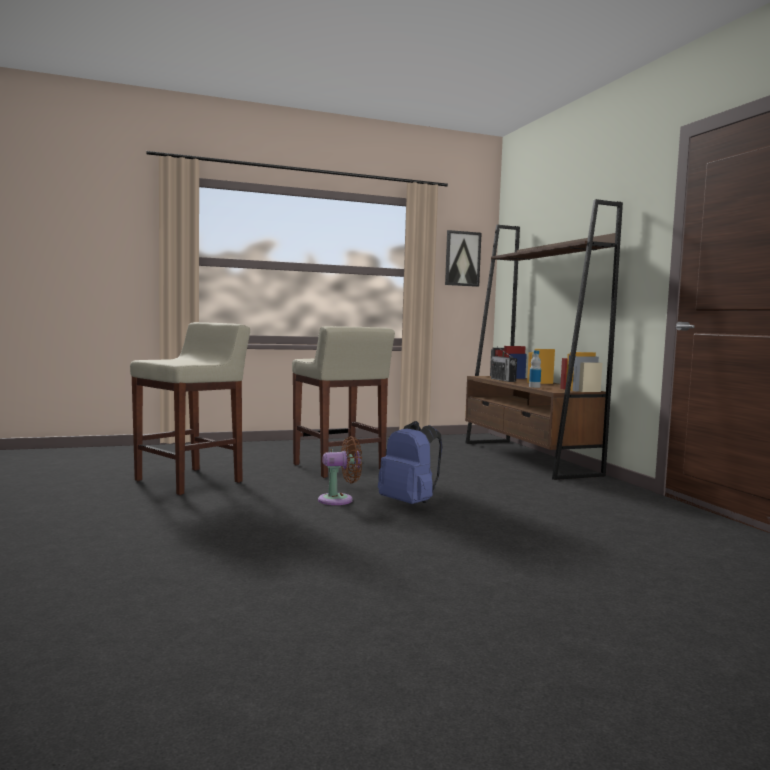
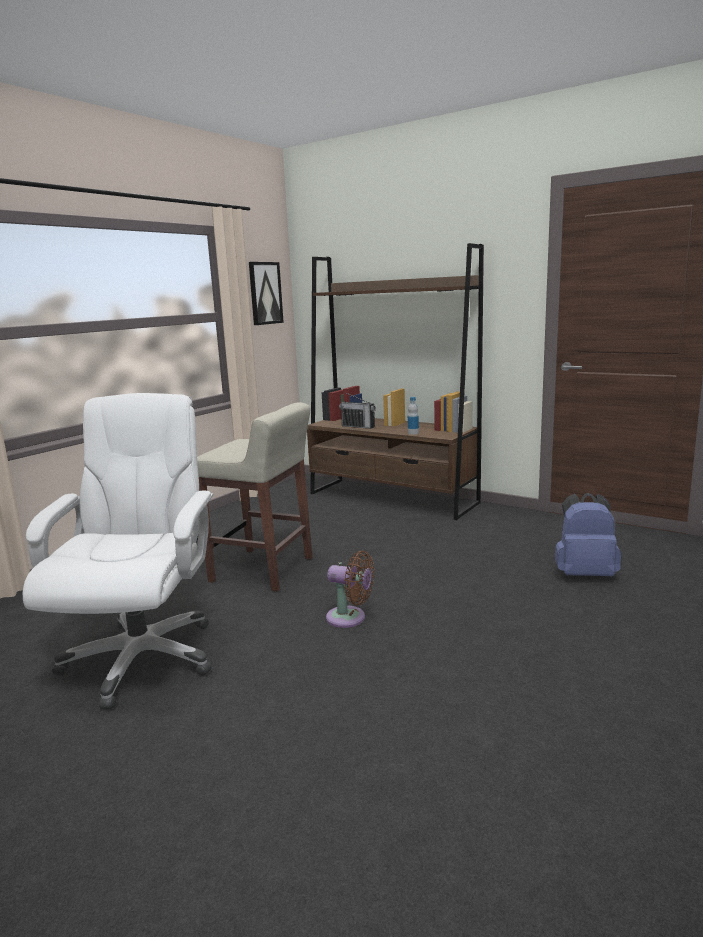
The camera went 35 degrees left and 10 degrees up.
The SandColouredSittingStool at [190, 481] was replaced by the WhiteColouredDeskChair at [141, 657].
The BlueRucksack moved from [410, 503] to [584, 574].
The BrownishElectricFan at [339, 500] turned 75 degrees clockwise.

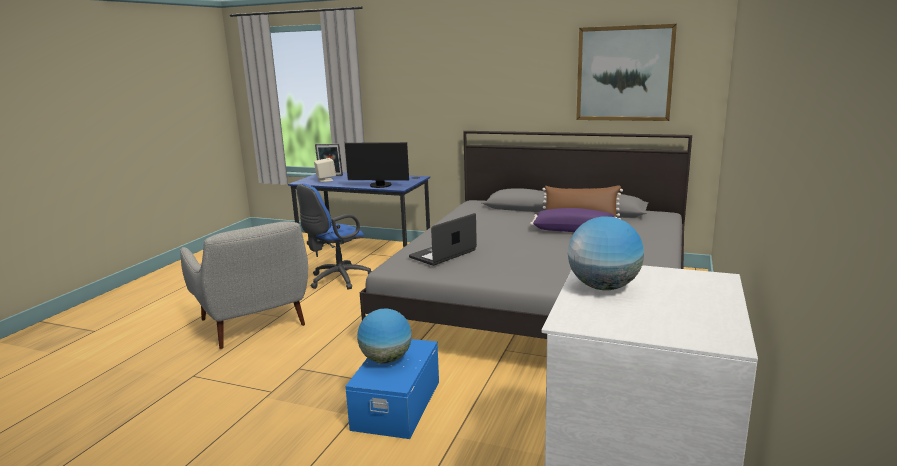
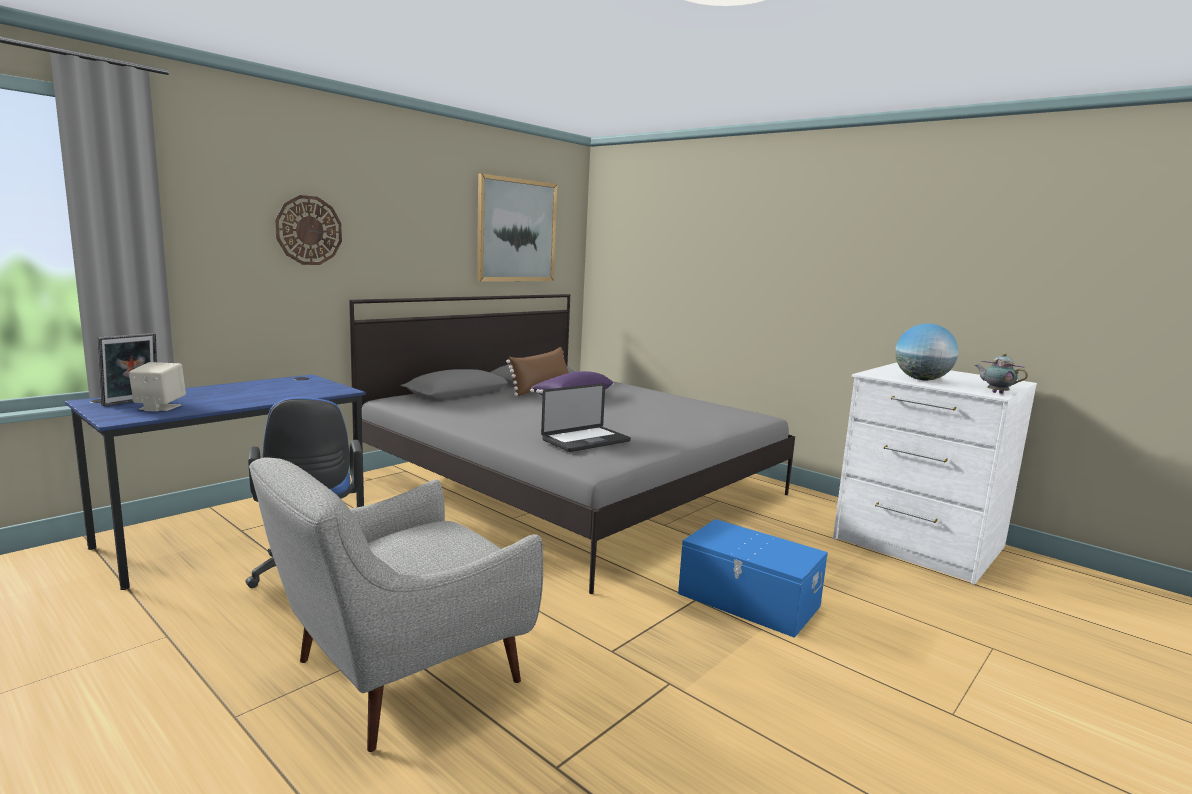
The camera went 70 degrees left and 5 degrees down.
The ComputerScreen at [380, 186] disappeared.
The NotebookComputer at [443, 254] turned 105 degrees counterclockwise.
The GreyishLoungeChair at [254, 324] turned 150 degrees clockwise.
The WorldGlobe at [386, 359] disappeared.
The WallClock at [309, 230] appeared.
The Teapot at [995, 392] appeared.

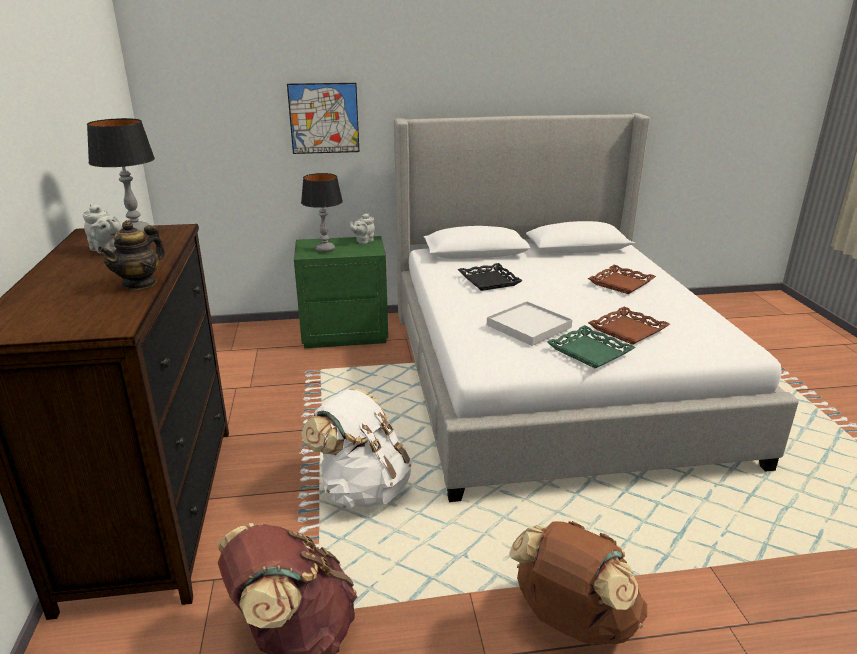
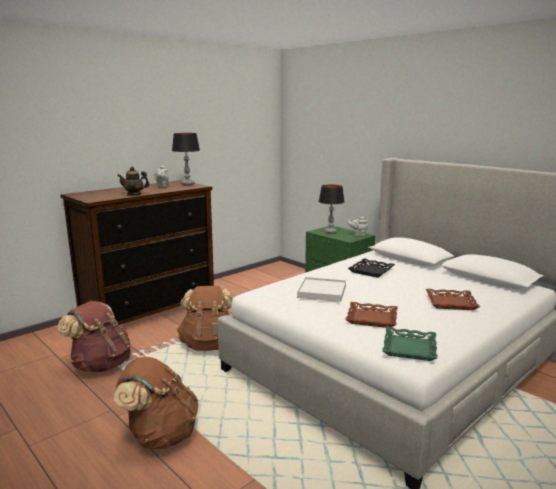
The camera went 55 degrees right and 10 degrees down.
The WallArt at [324, 118] disappeared.
The GreenColouredServingTray moved from [589, 352] to [409, 348].
The WhiteColouredRucksack at [363, 488] became the BrownishRucksack at [208, 345].

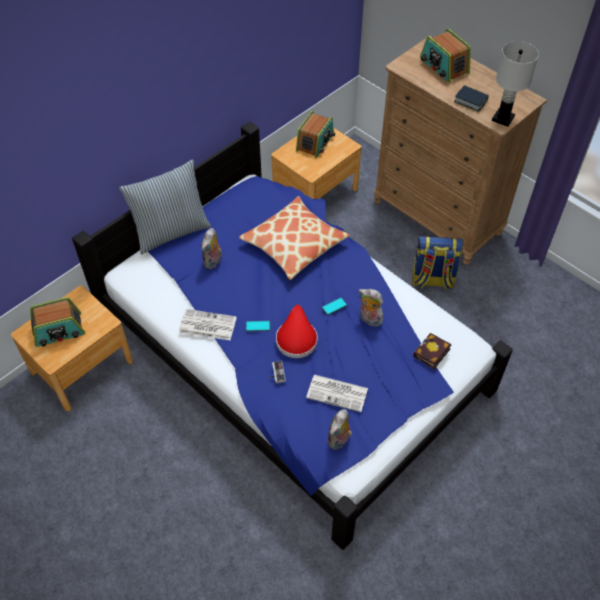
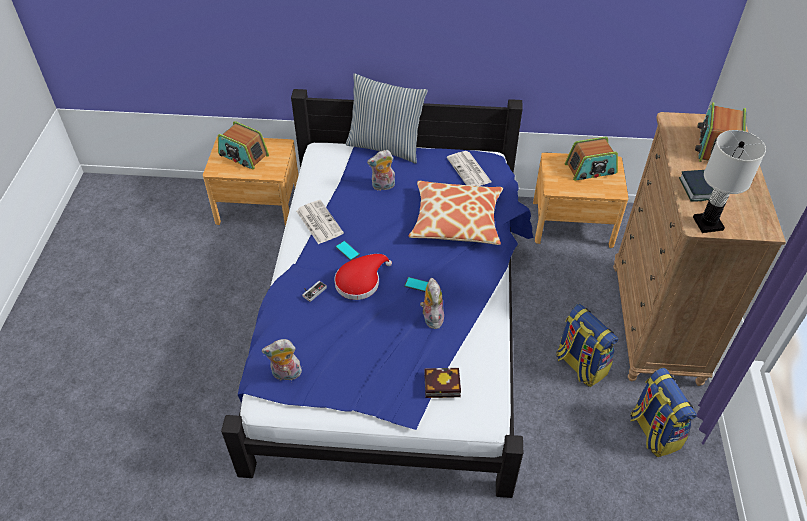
The camera went 50 degrees right and 5 degrees down.
The Newspaper moved from [338, 393] to [469, 170].
The Rucksack at [653, 431] appeared.

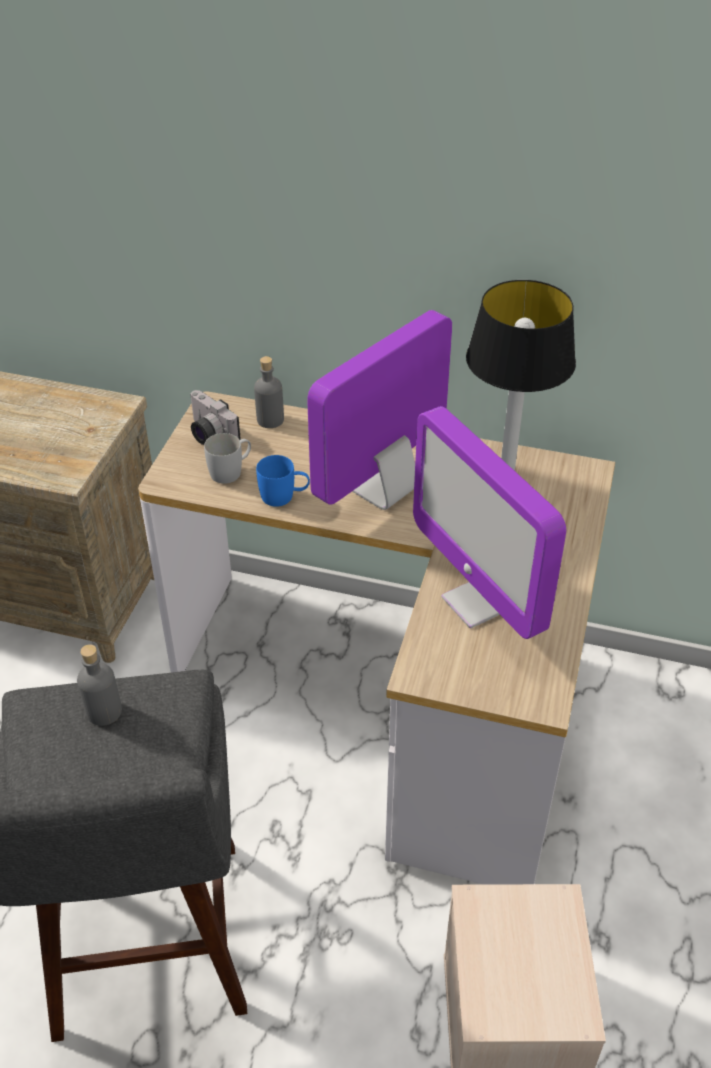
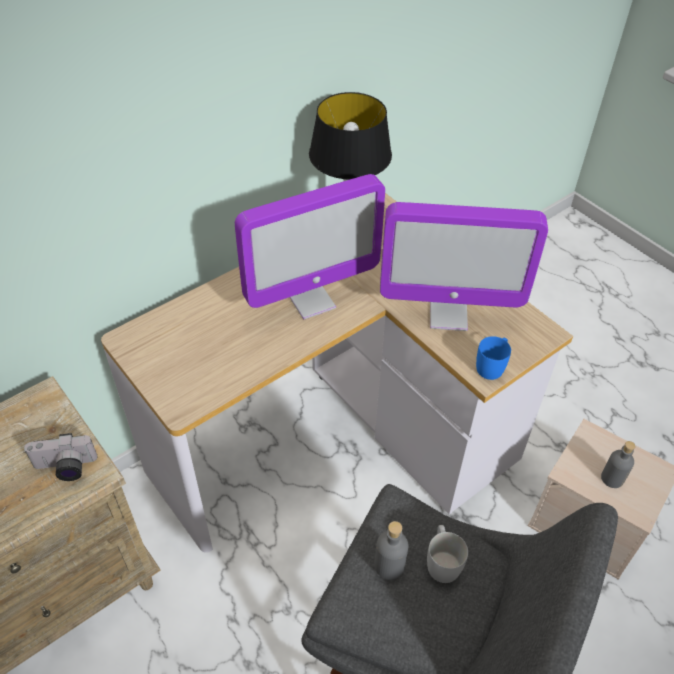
The camera went 55 degrees left and 5 degrees up.
The ComputerScreen at [383, 491] turned 105 degrees counterclockwise.
The GreyishBottle moved from [270, 420] to [612, 478].
The PhotoCamera moved from [208, 434] to [65, 468].
The WhiteColouredTeaMug moved from [231, 471] to [442, 561].
The BlueTeaMug moved from [284, 496] to [492, 366].

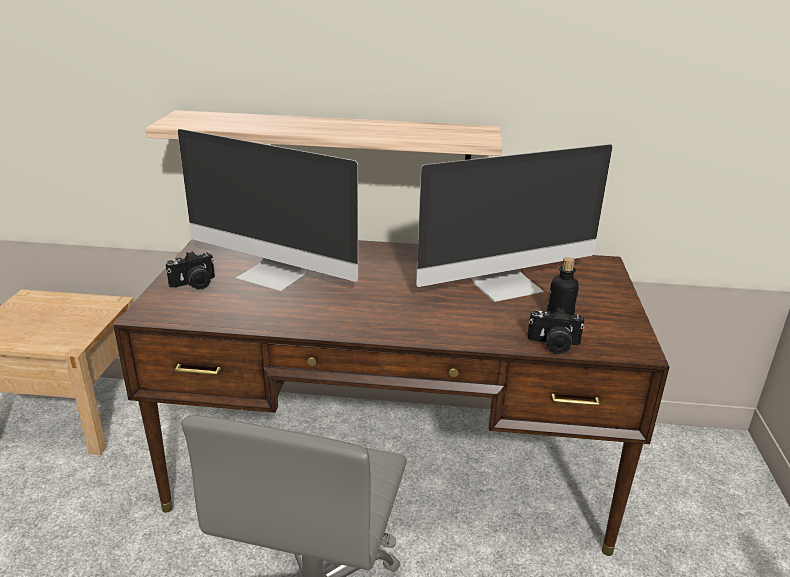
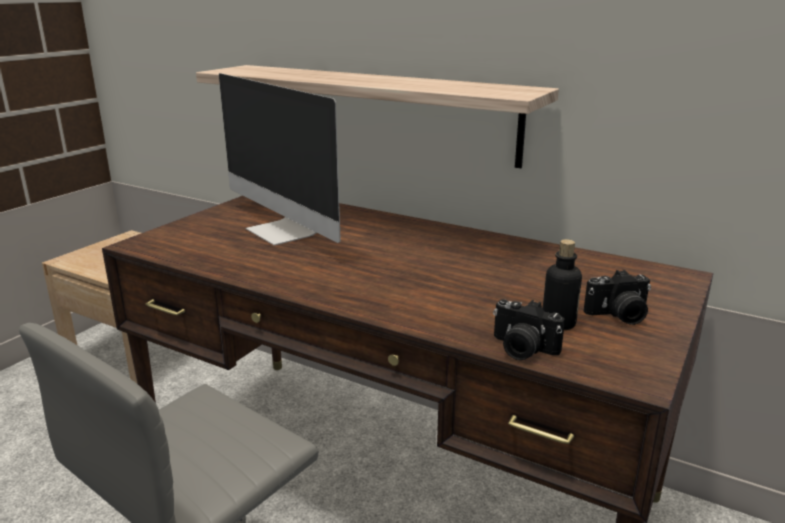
The camera went 25 degrees right and 5 degrees down.
The ComputerScreen at [507, 285] disappeared.
The PhotoCamera moved from [194, 284] to [619, 316].

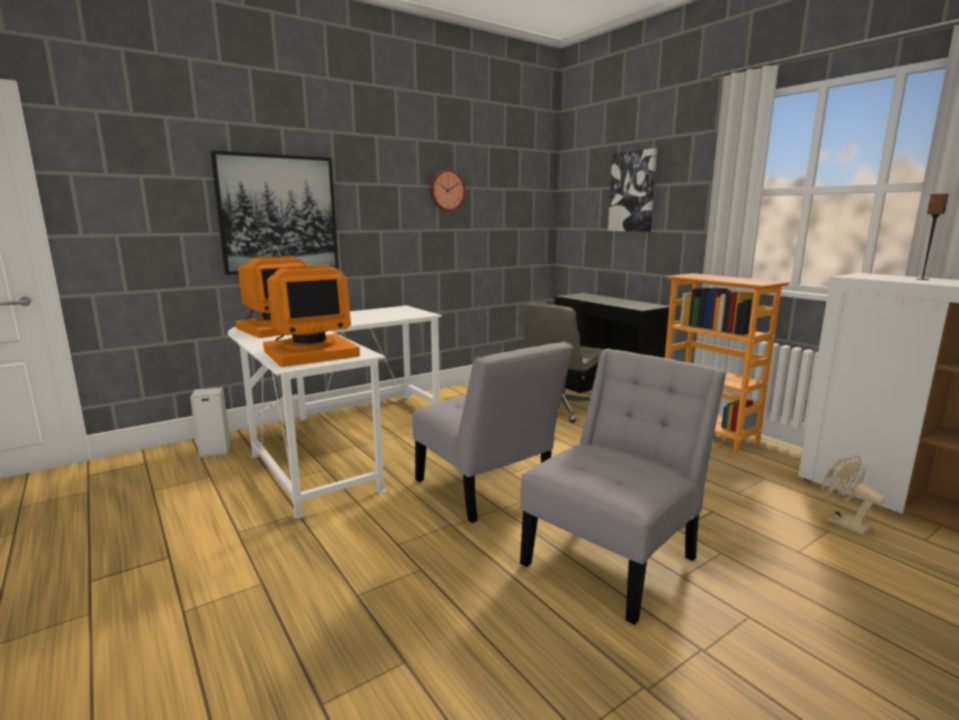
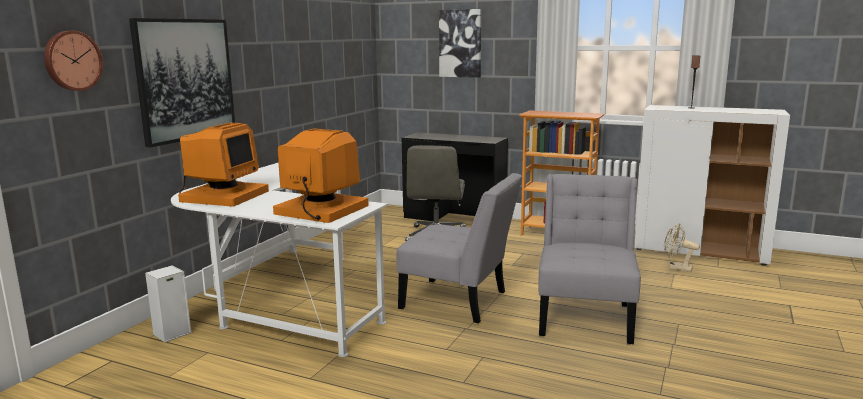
The camera went 30 degrees left and 0 degrees up.
The WallClock moved from [446, 190] to [72, 61].
The ComputerScreen at [310, 352] turned 90 degrees counterclockwise.

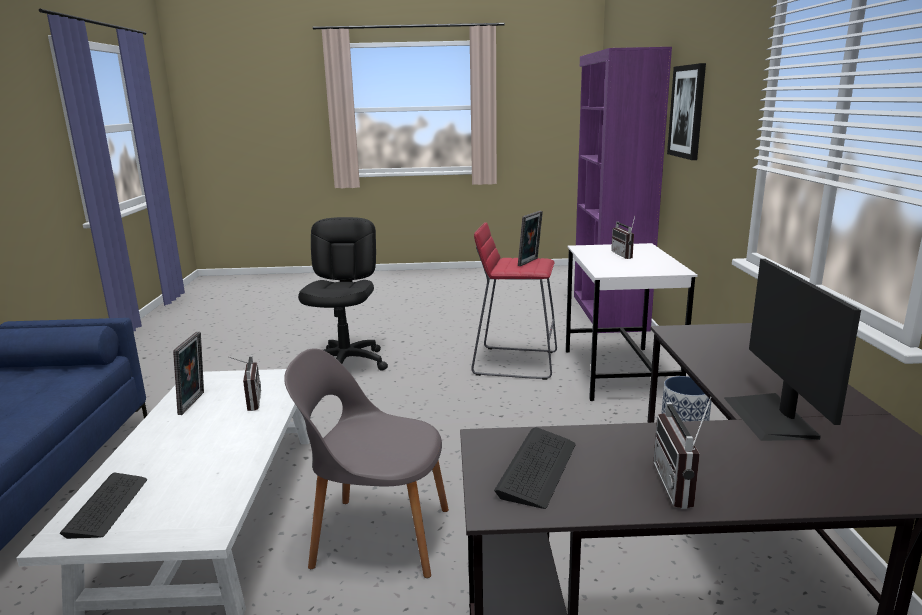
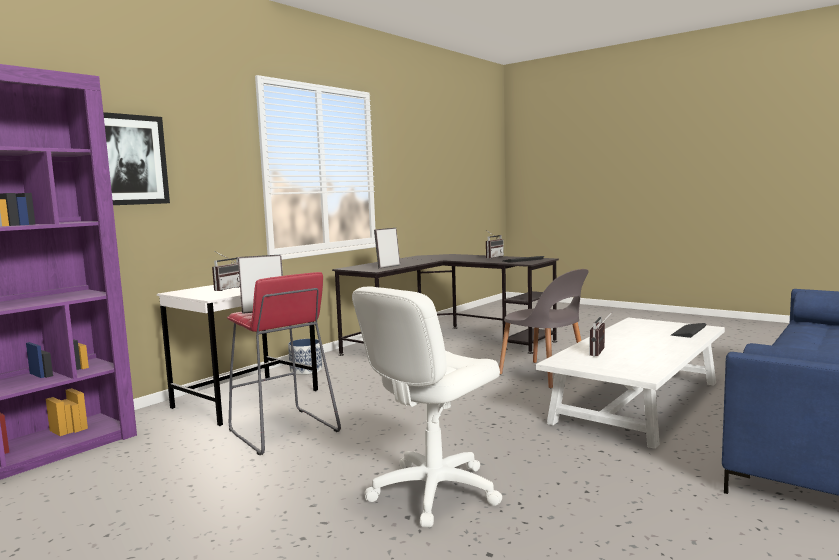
The camera went 140 degrees left and 10 degrees down.
The BlackDeskChair at [346, 364] became the WhiteColouredDeskChair at [433, 491].
The ComputerScreen at [771, 417] disappeared.
The StandingFrame moved from [194, 403] to [388, 266].

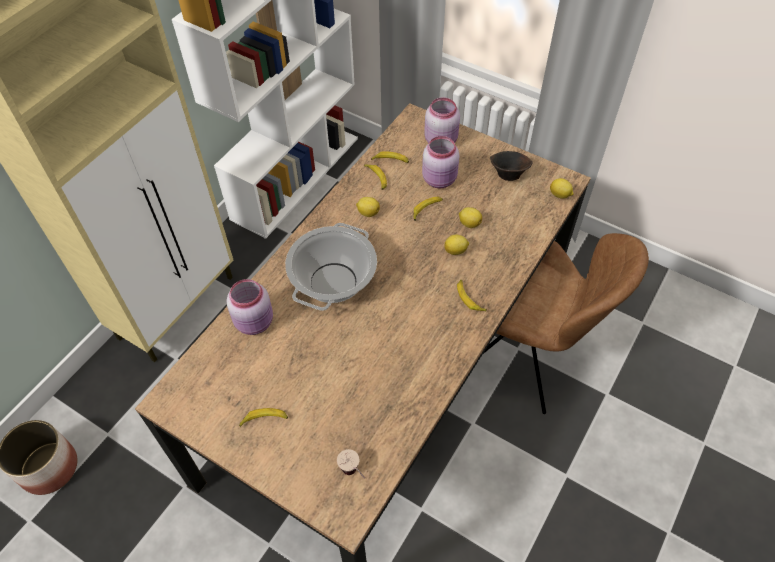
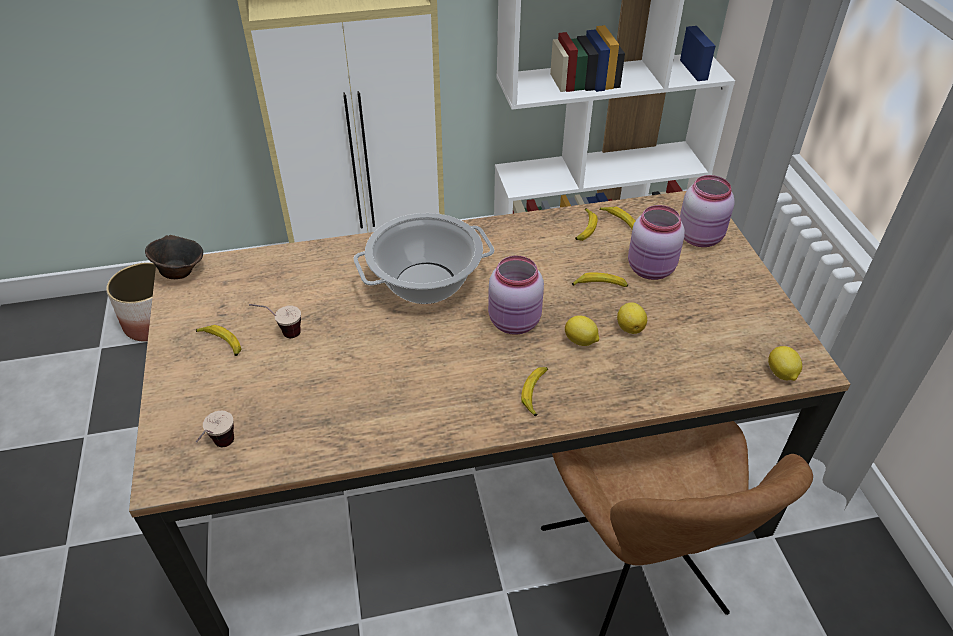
The camera went 45 degrees right and 10 degrees down.
The BrownishBowl moved from [508, 174] to [180, 271].
The CitrusFruit at [368, 212] disappeared.
The PinkishJar moved from [255, 322] to [515, 322].
The DrinkingCup at [281, 333] appeared.

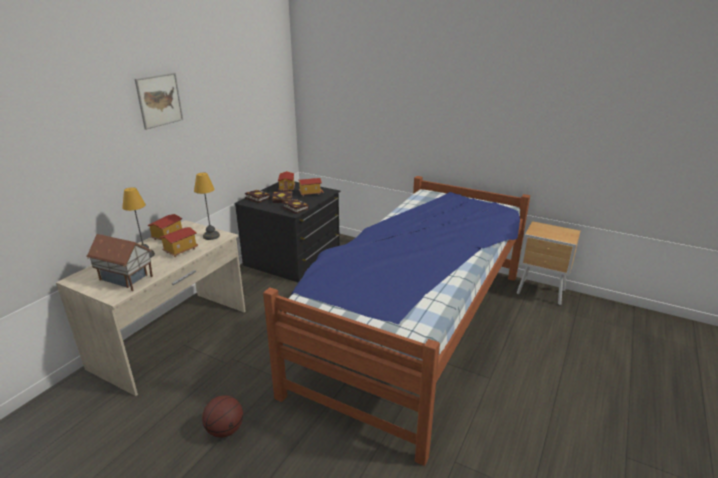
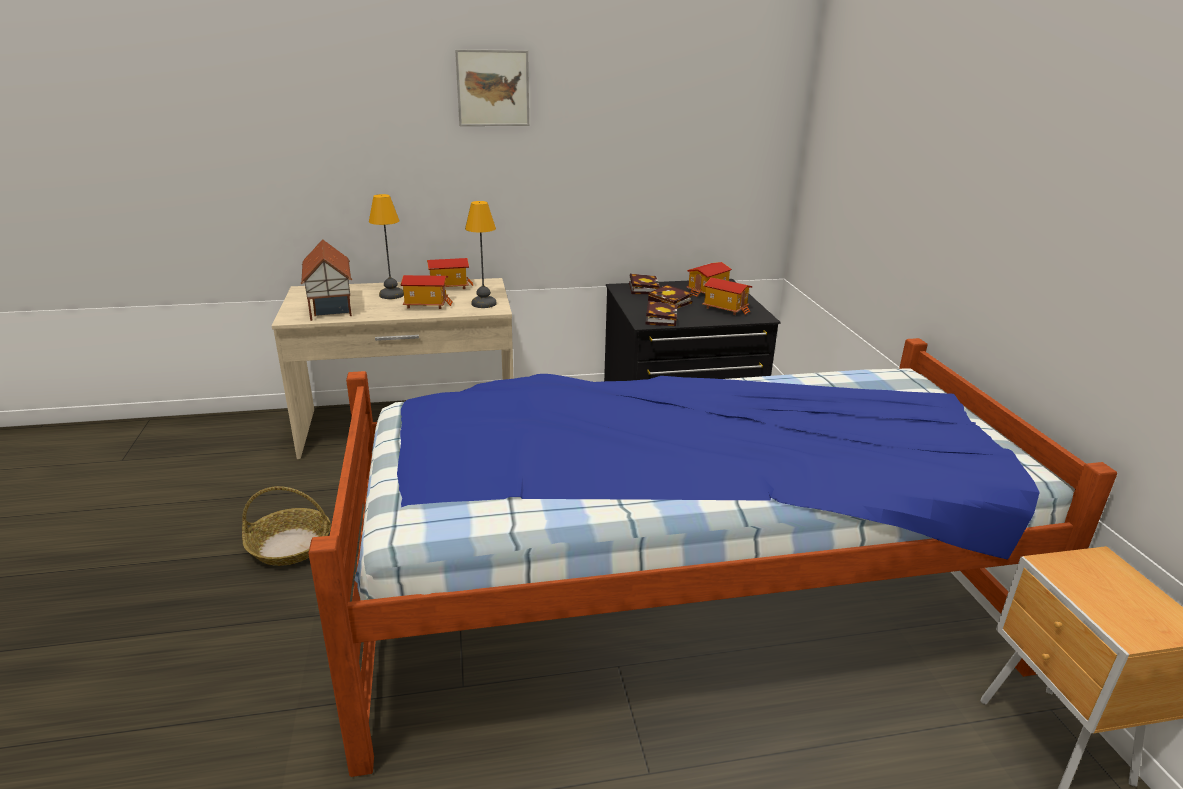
The camera went 50 degrees right and 0 degrees up.
The BasketballBall at [225, 430] was replaced by the Basket at [289, 546].

